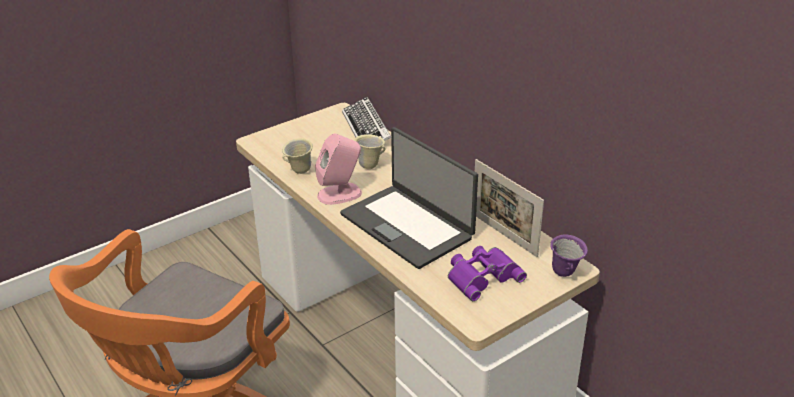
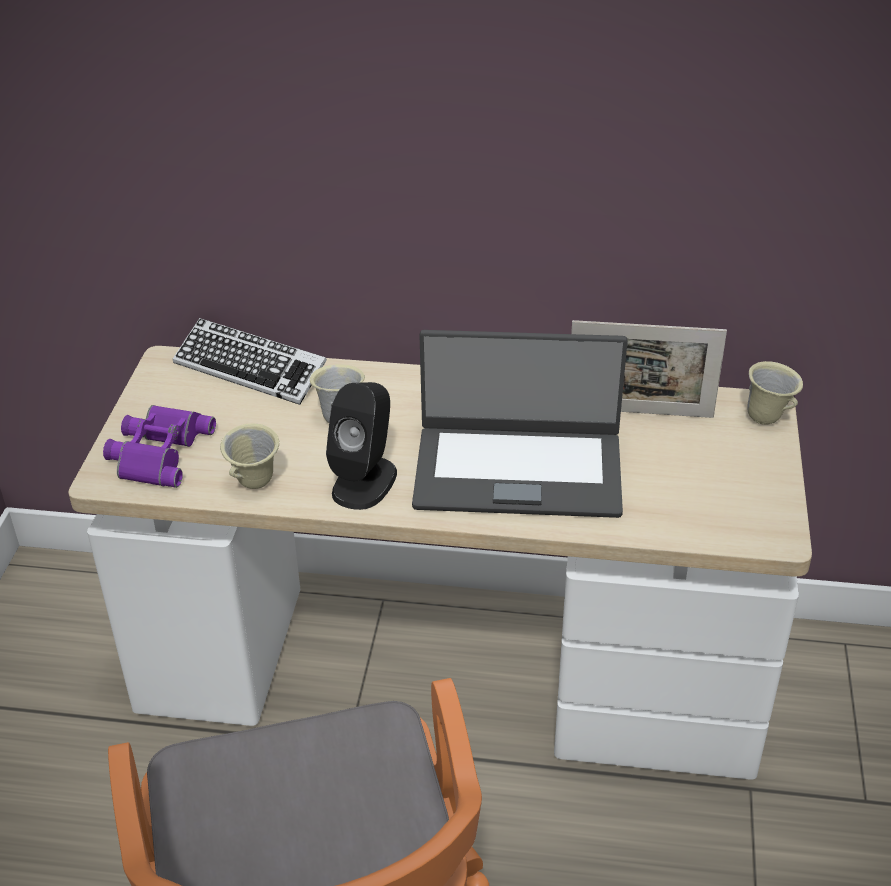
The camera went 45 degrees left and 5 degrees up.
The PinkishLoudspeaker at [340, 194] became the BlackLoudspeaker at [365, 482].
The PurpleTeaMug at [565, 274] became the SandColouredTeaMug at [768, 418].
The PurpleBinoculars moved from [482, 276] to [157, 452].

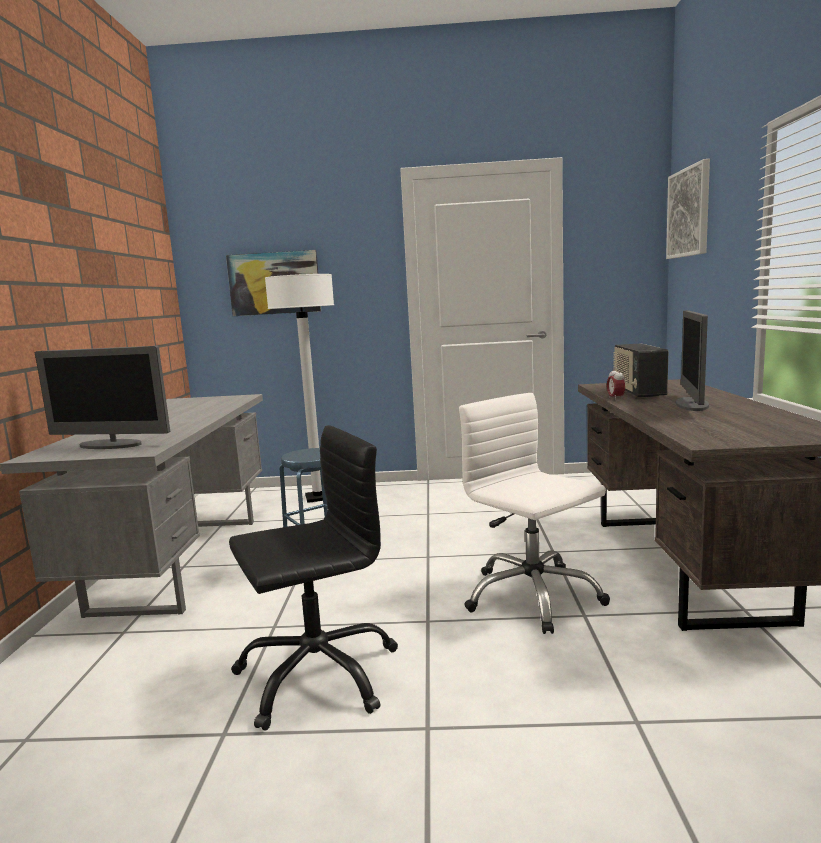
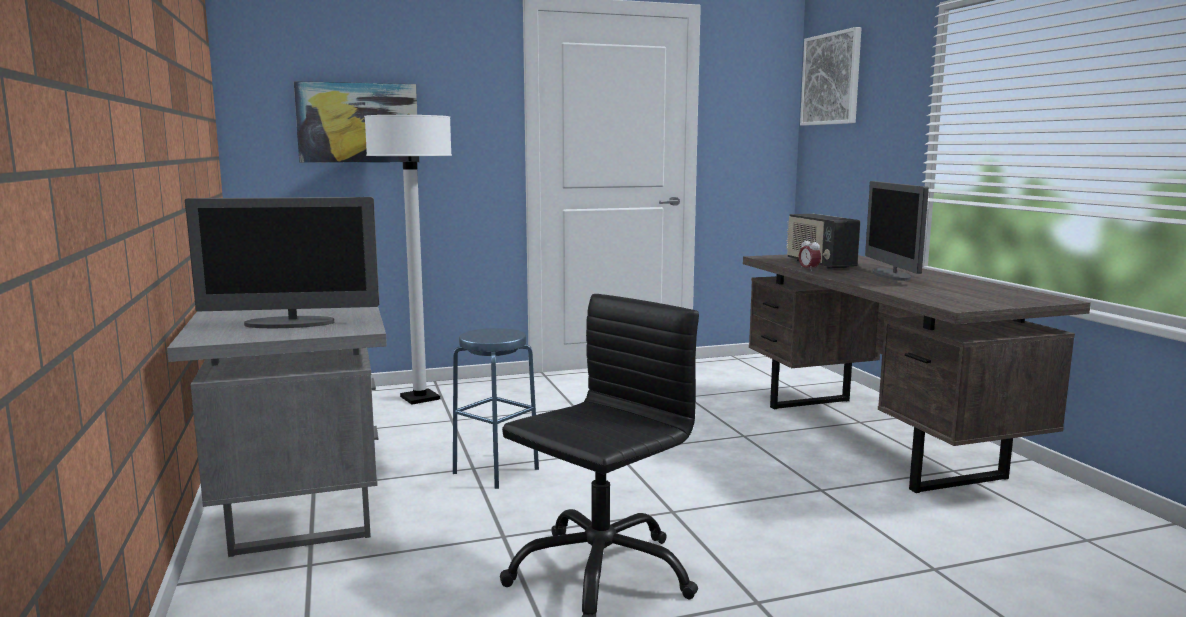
The camera went 20 degrees left and 0 degrees up.
The WhiteColouredDeskChair at [532, 596] disappeared.

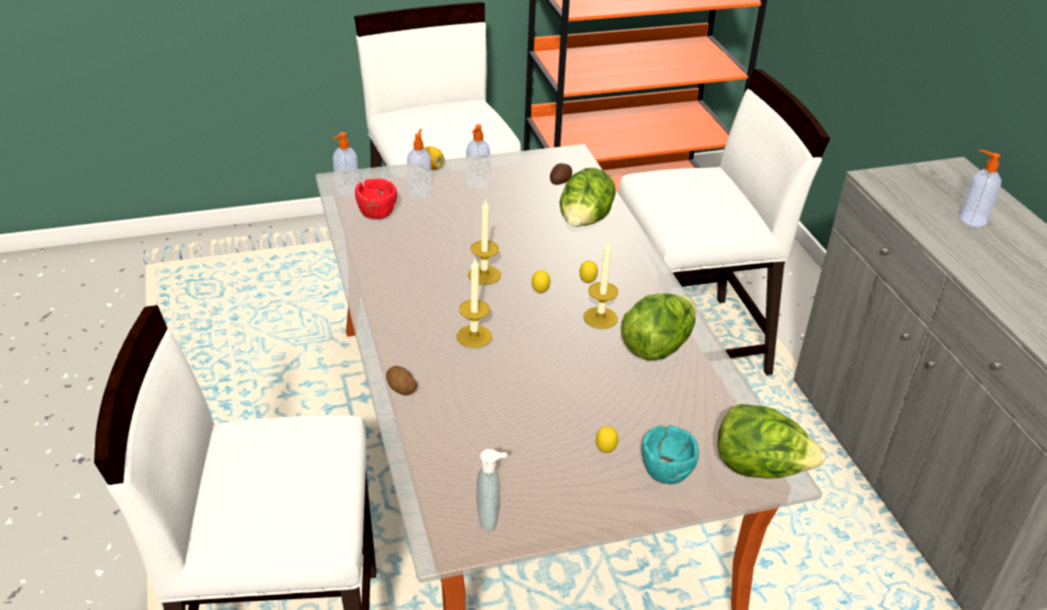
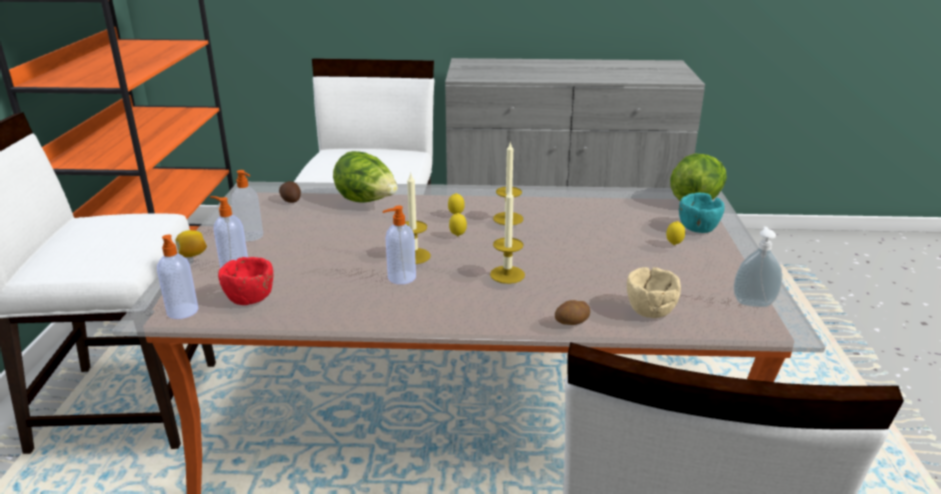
The camera went 70 degrees left and 10 degrees down.
The LiquidSoapBottle moved from [972, 219] to [400, 278].
The LettuceHead at [657, 346] disappeared.
The SandColouredBowl at [649, 310] appeared.

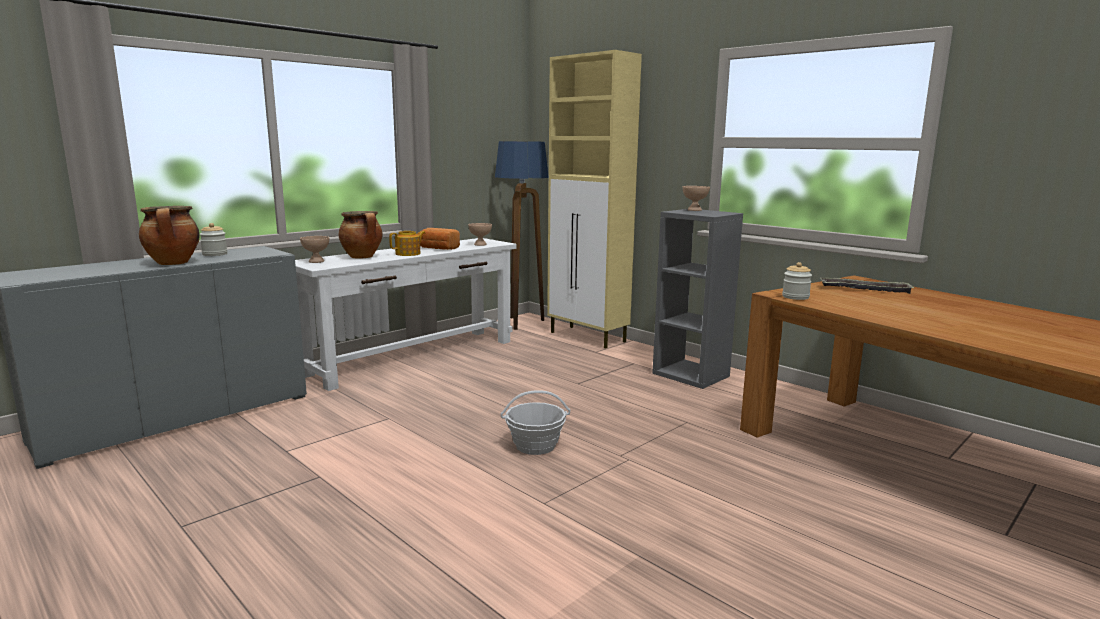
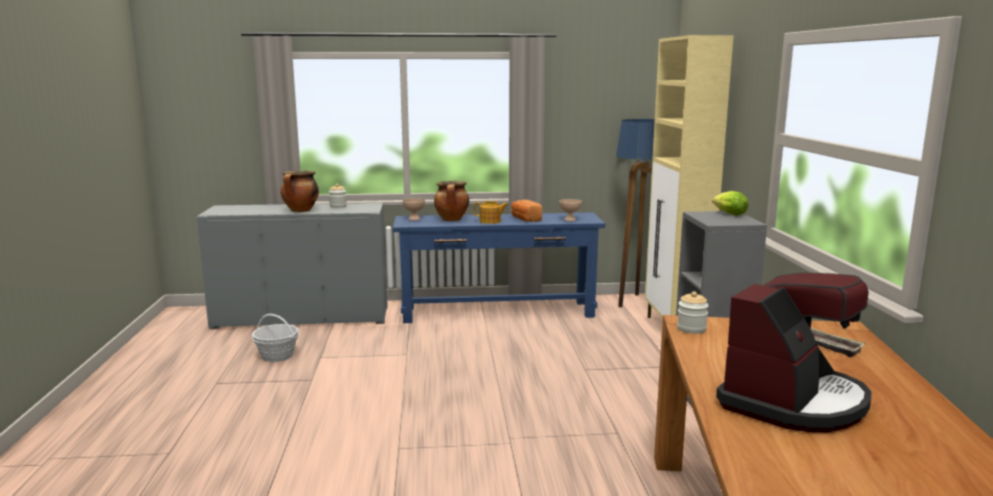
The camera went 40 degrees right and 0 degrees up.
The SandColouredBowl at [695, 210] was replaced by the LettuceHead at [728, 214].
The WhiteColouredNarrowTable at [414, 357] became the BlueNarrowTable at [497, 312].
The Basket moved from [535, 445] to [277, 356].
The CoffeeMachine at [793, 401] appeared.

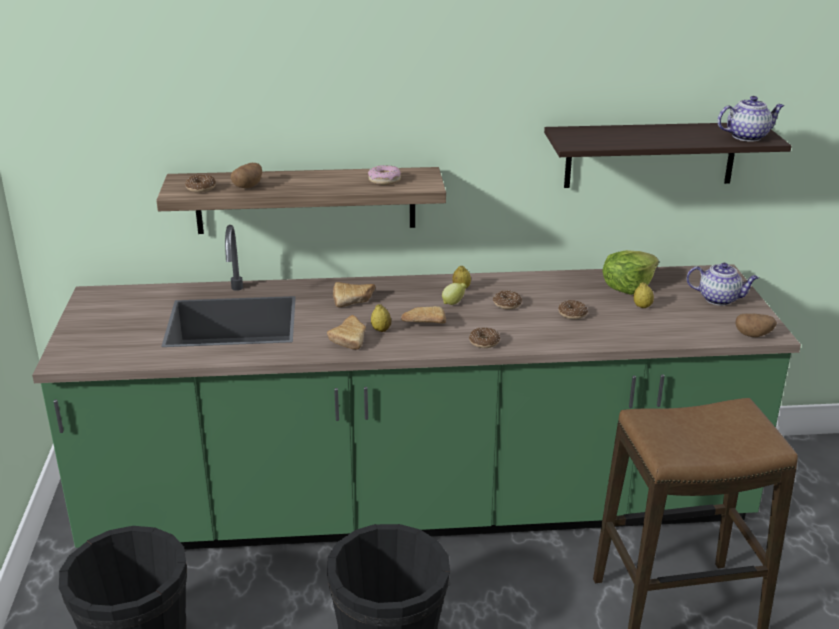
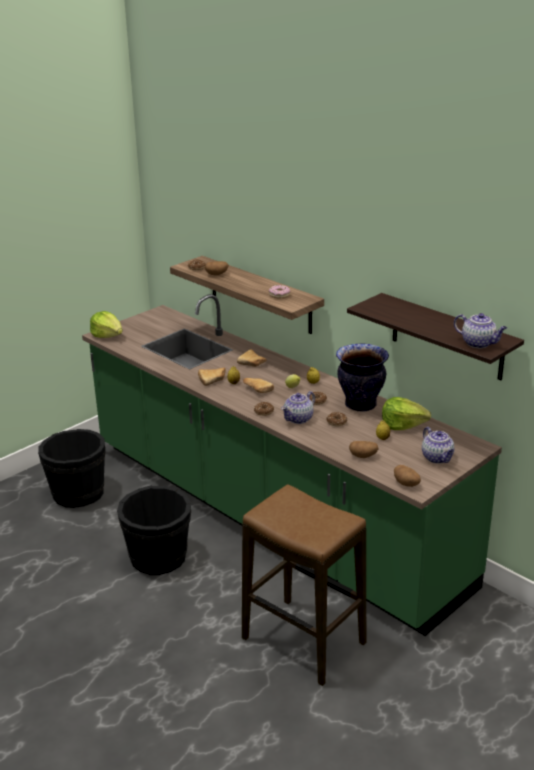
The camera went 50 degrees right and 0 degrees up.
The LettuceHead at [107, 335] appeared.
The DecorativeVase at [361, 405] appeared.
The Teapot at [299, 418] appeared.
The WholePotato at [363, 456] appeared.

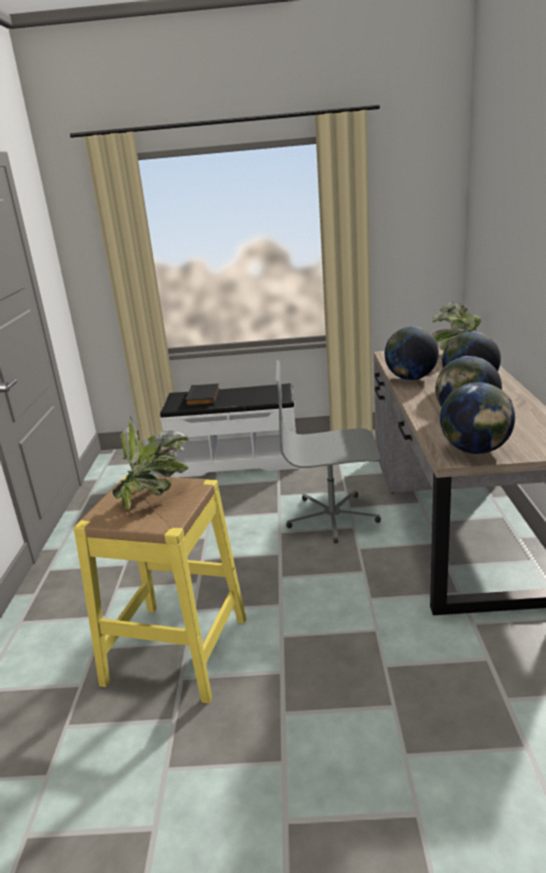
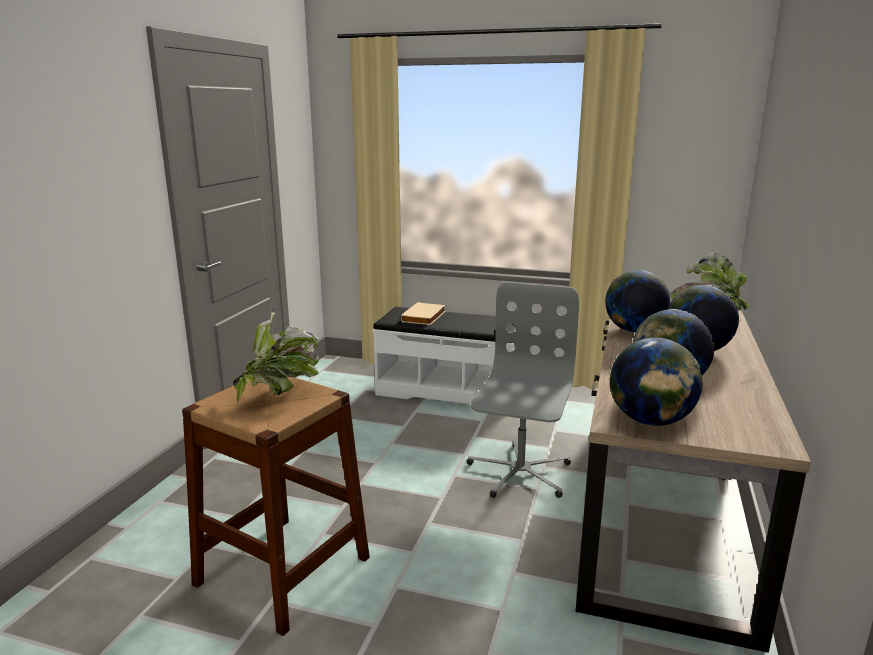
The camera went 15 degrees right and 5 degrees down.
The GreyishDeskChair at [333, 517] turned 90 degrees clockwise.
The BlackVolume at [204, 397] became the SandColouredVolume at [424, 317].
The YellowishSittingStool at [177, 650] became the BrownishSittingStool at [283, 570].

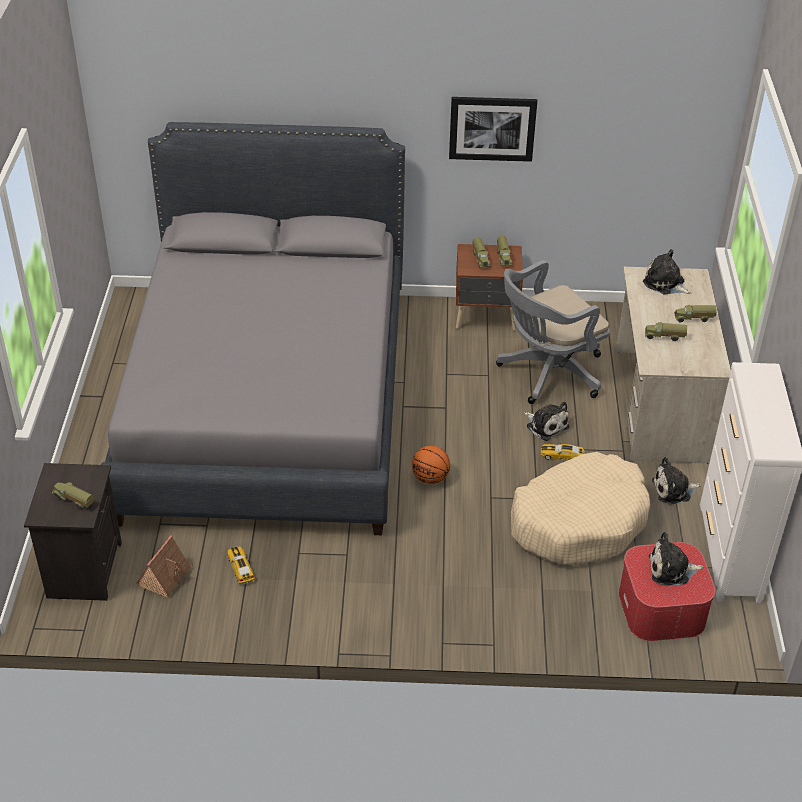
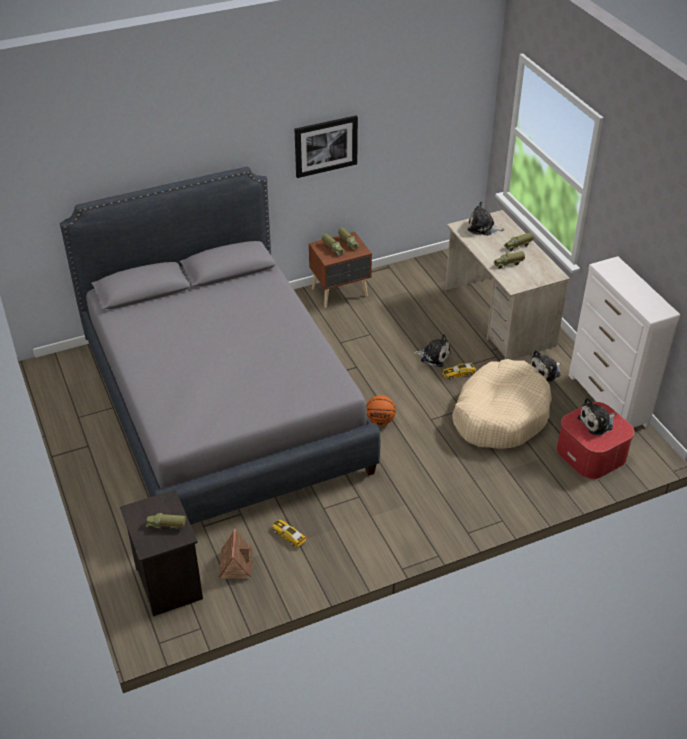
The camera went 25 degrees left and 0 degrees up.
The GreyishDeskChair at [546, 373] disappeared.

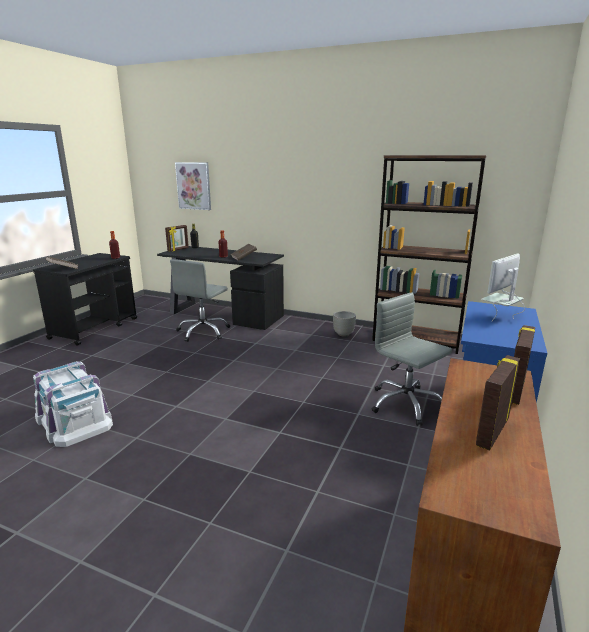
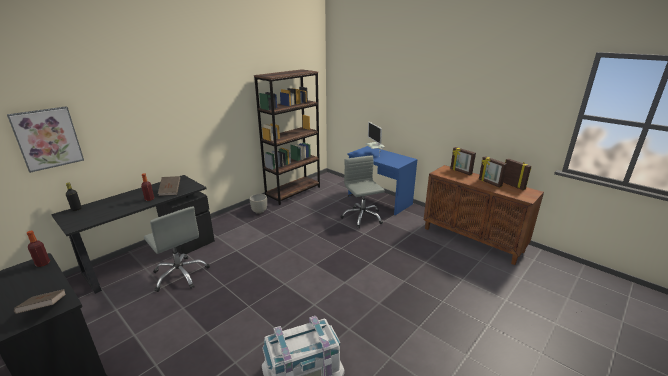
The camera went 70 degrees left and 5 degrees up.
The StandingFrame moved from [178, 249] to [513, 185].
The GreyishDeskChair at [405, 404] turned 90 degrees clockwise.

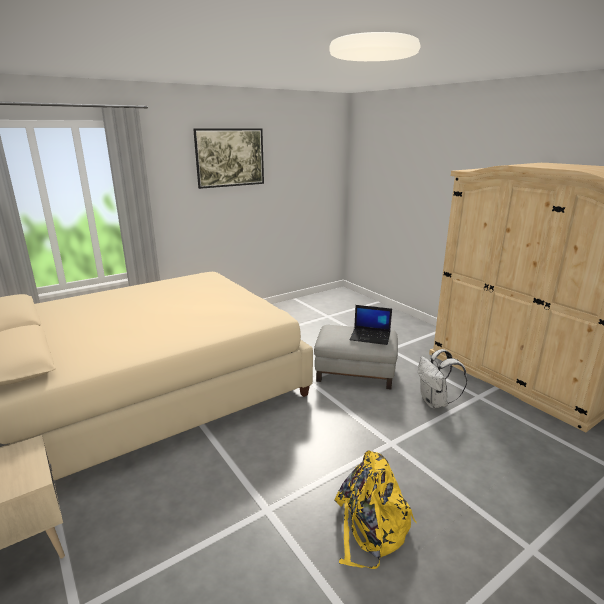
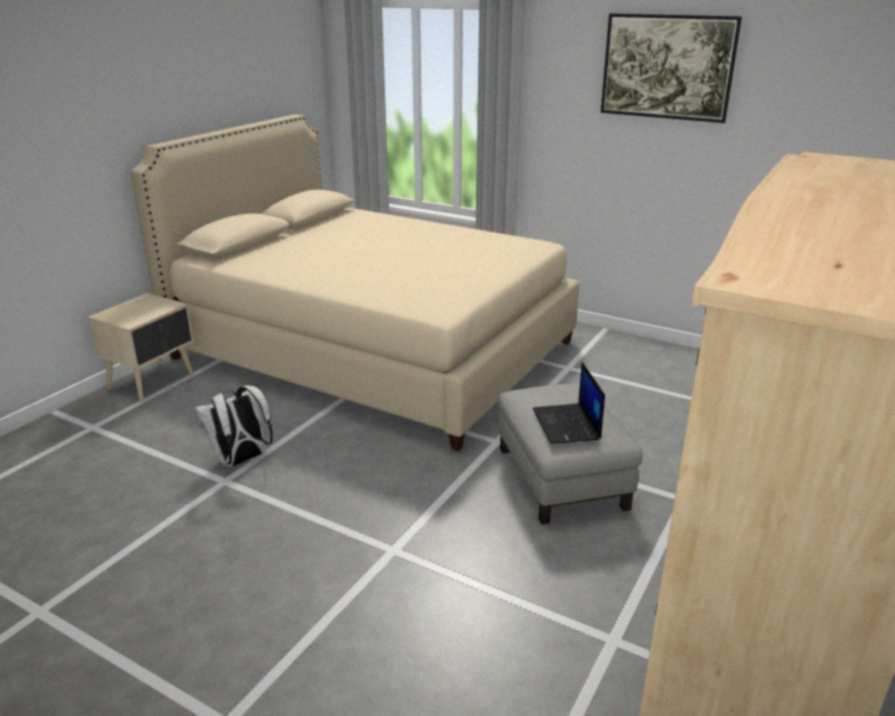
The camera went 65 degrees right and 5 degrees up.
The WhiteColouredRucksack moved from [435, 402] to [241, 460].
The YellowishRucksack at [370, 528] disappeared.

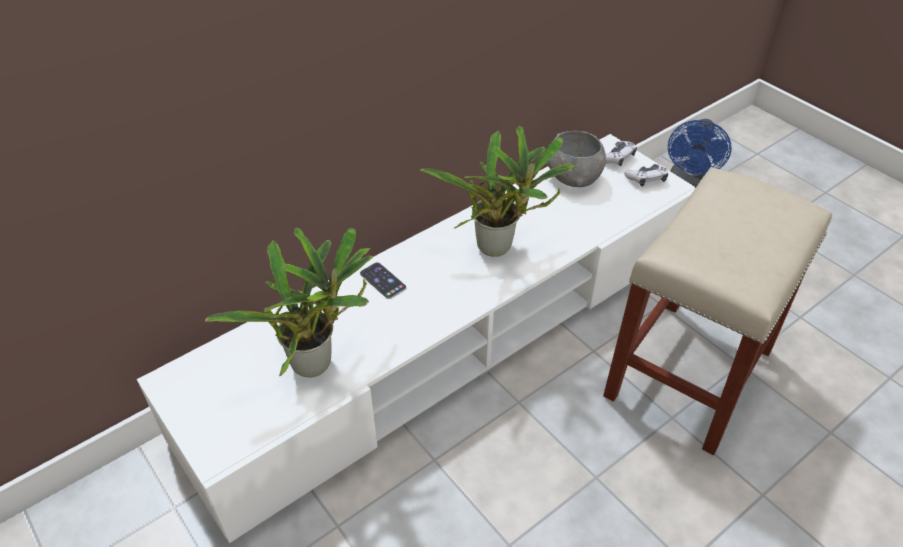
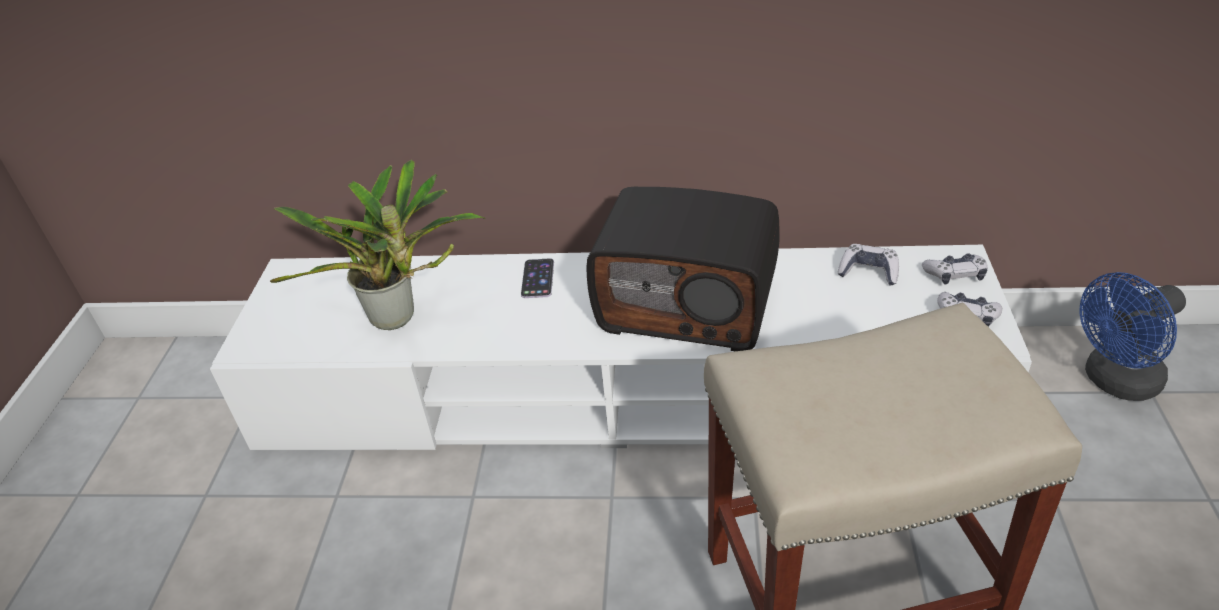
The camera went 45 degrees right and 5 degrees down.
The PottedPlant at [499, 247] was replaced by the RadioSet at [688, 304].
The GreyishBowl at [573, 177] was replaced by the Joypad at [868, 272].

